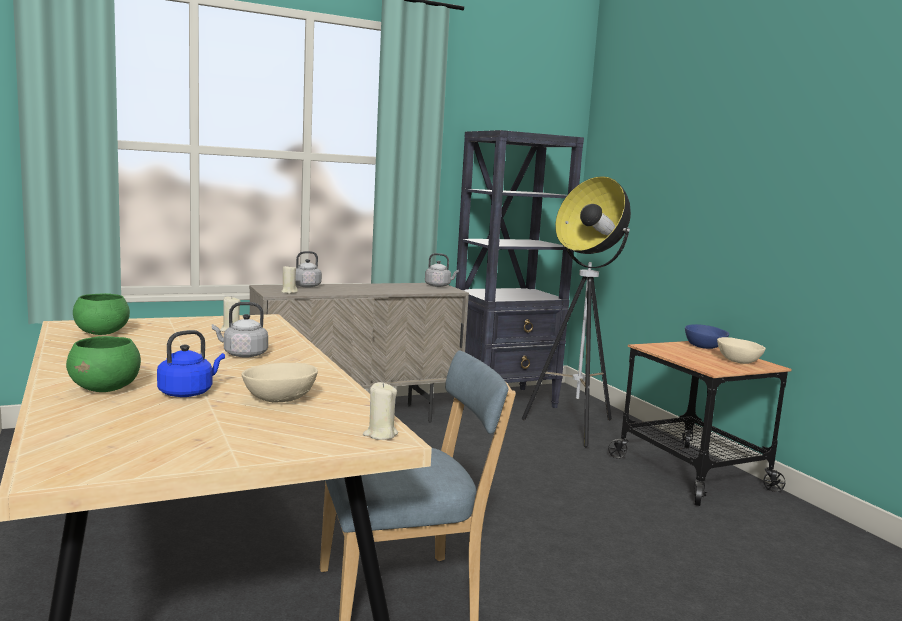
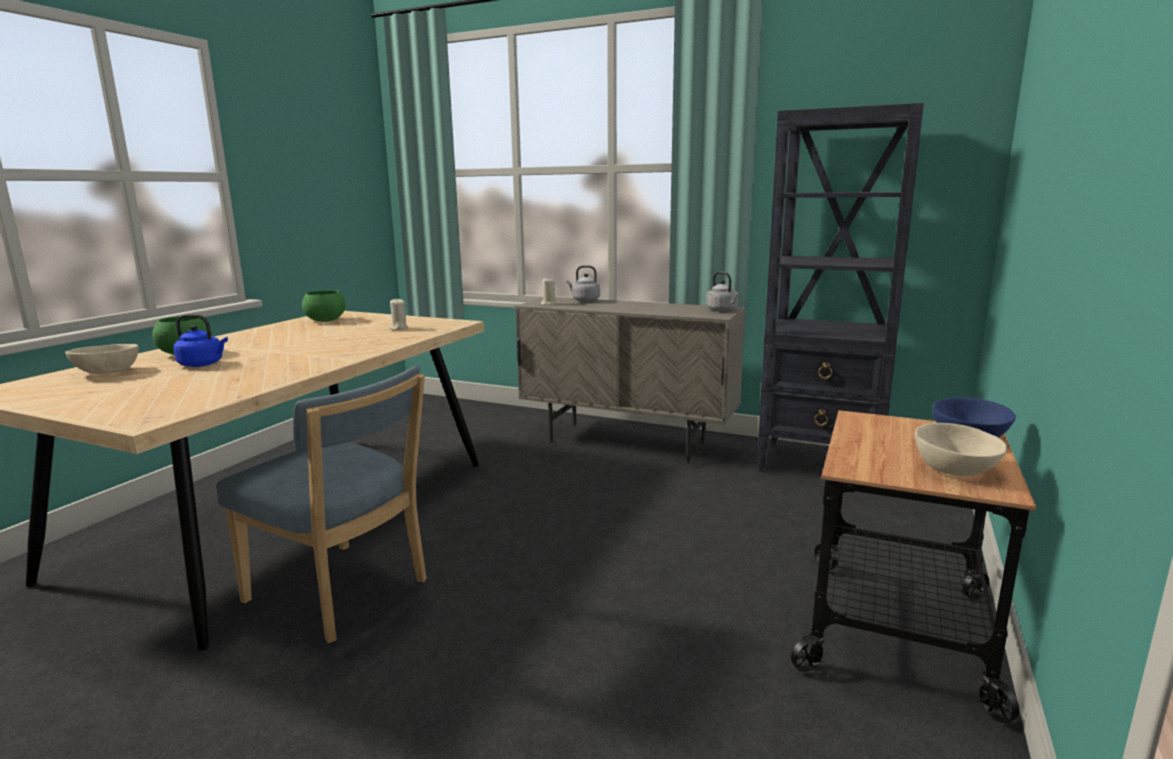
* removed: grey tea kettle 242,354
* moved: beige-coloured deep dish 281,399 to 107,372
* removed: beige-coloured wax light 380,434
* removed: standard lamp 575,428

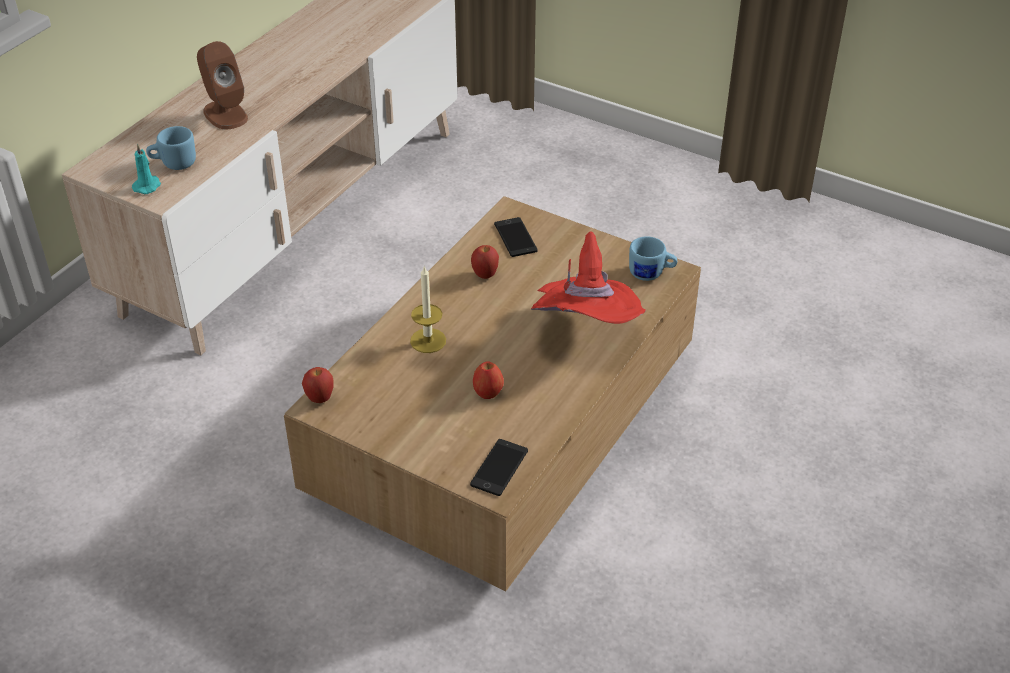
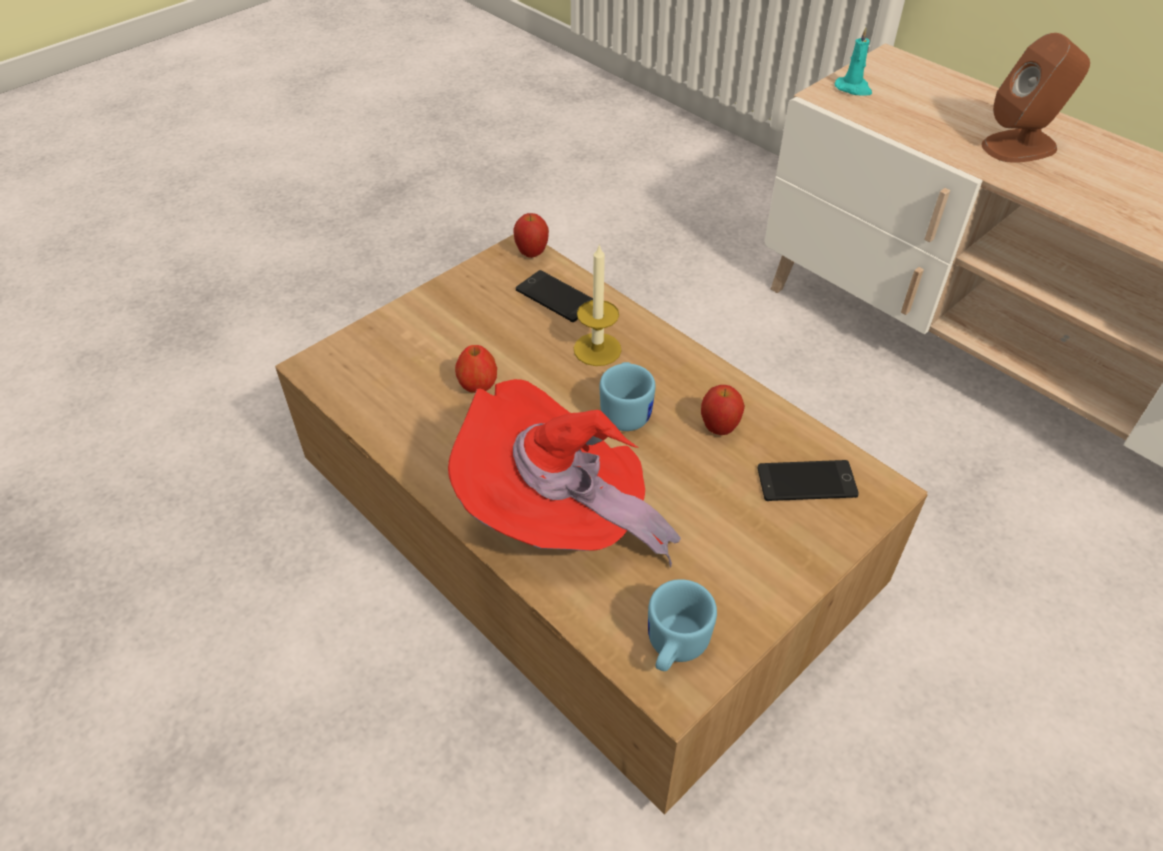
* moved: blue mug 174,163 to 626,410
* moved: telephone 499,468 to 556,297

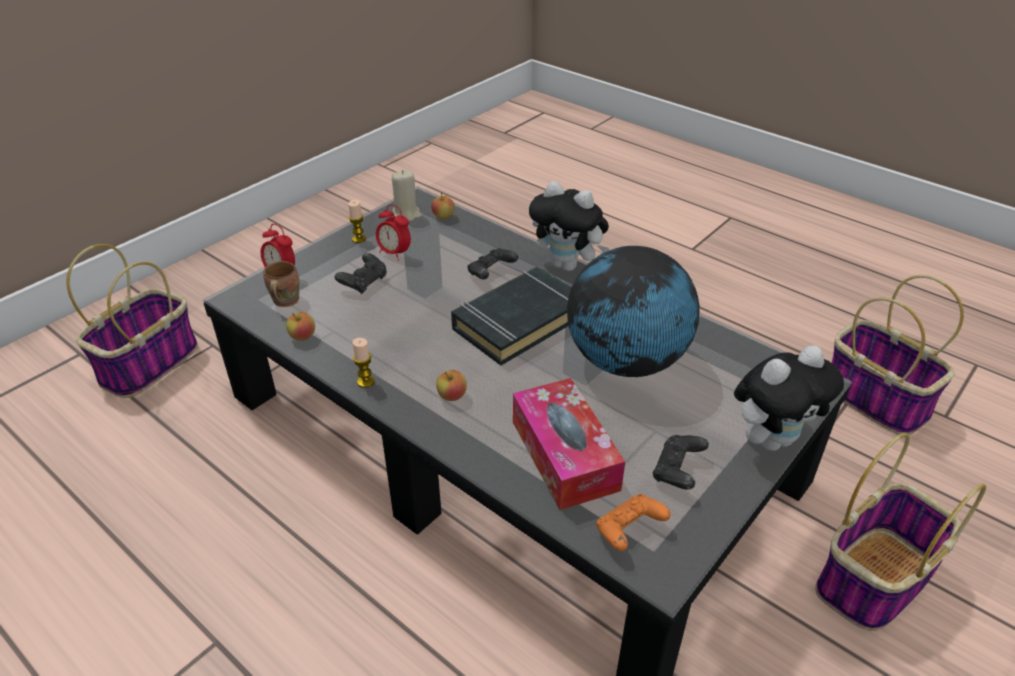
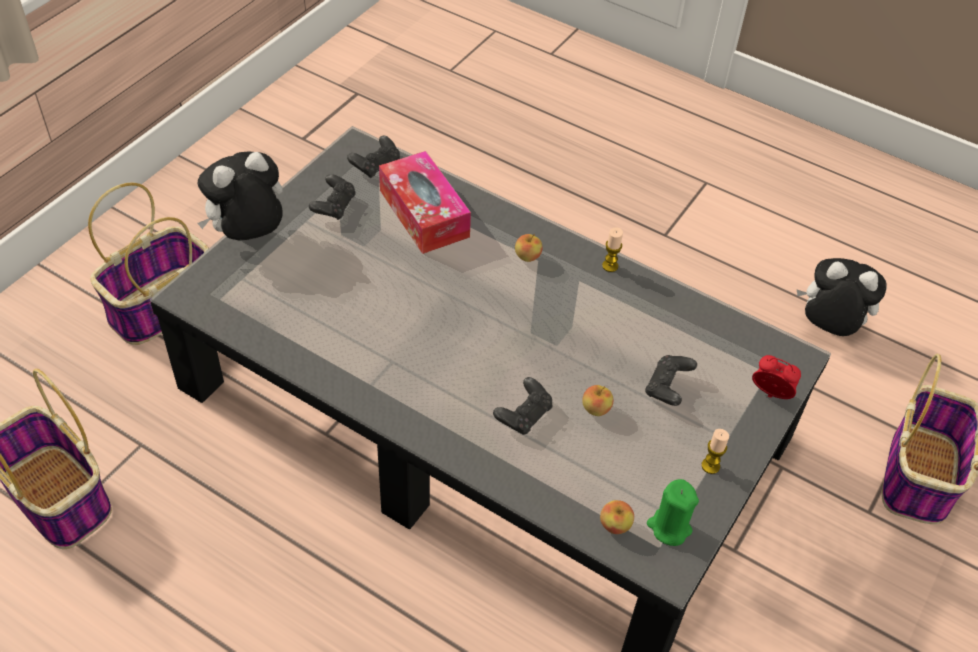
* removed: brown mug 284,301
* moved: whole apple 303,337 to 596,409
* removed: alarm clock 394,253
* recoloured: beige-coloured wax light 407,214 to green-coloured wax light 669,527
* removed: black-coloured volume 519,321
* moved: cuddly toy 568,265 to 828,328
* removed: globe 625,361
* recoloured: orange game controller 628,531 to black-coloured game controller 376,165

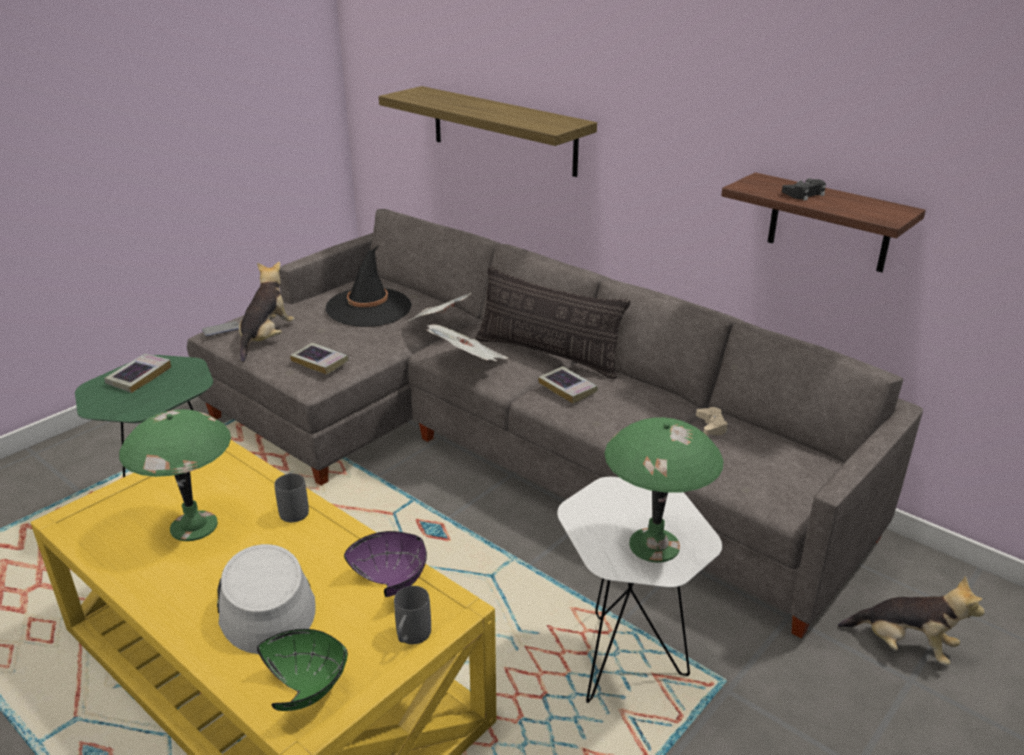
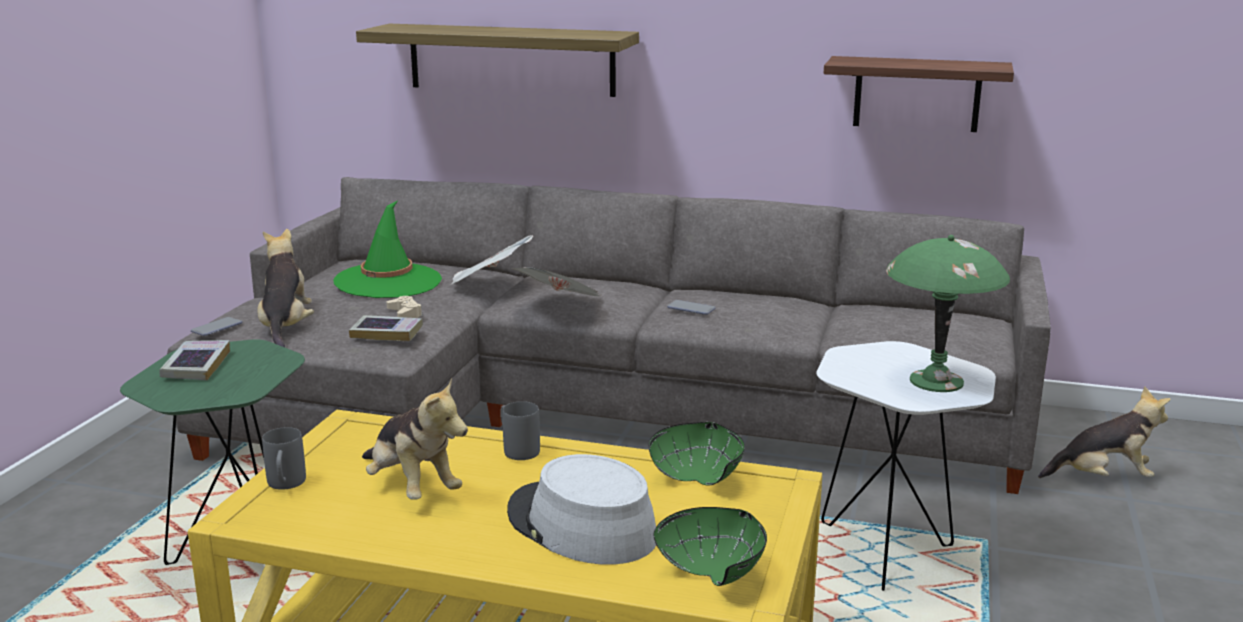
* replaced: green-coloured lamp for a table 194,525 to cuddly toy 412,487
* recoloured: black-coloured hat 369,308 to green-coloured hat 388,281
* recoloured: purple deep dish 394,579 to green-coloured deep dish 698,475
* moved: grey mug 411,638 to 285,485
* removed: pillow 548,354
* replaced: volume 567,388 to telephone 691,308
* moved: beige-coloured game controller 711,426 to 405,313
* removed: black-coloured game controller 804,194

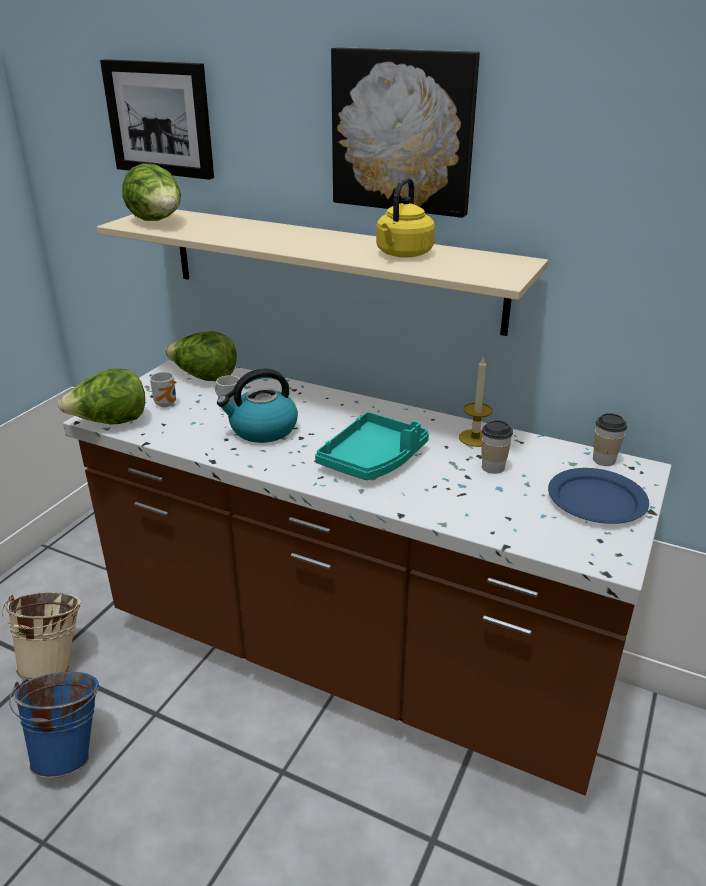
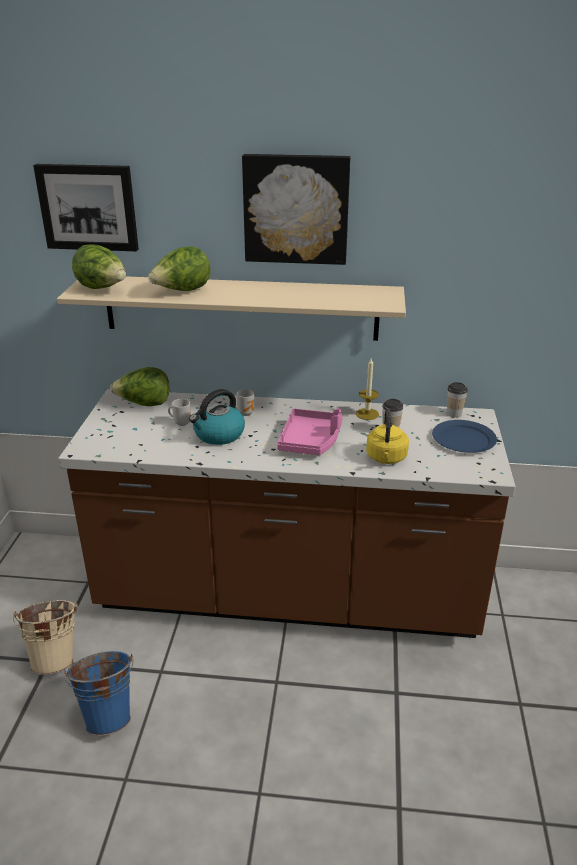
* moved: head of lettuce 110,423 to 182,291
* moved: mug 167,403 to 246,413
* recoloured: blue-green tray 373,459 to pinkish tray 310,441
* moved: yellow tea kettle 403,254 to 386,458

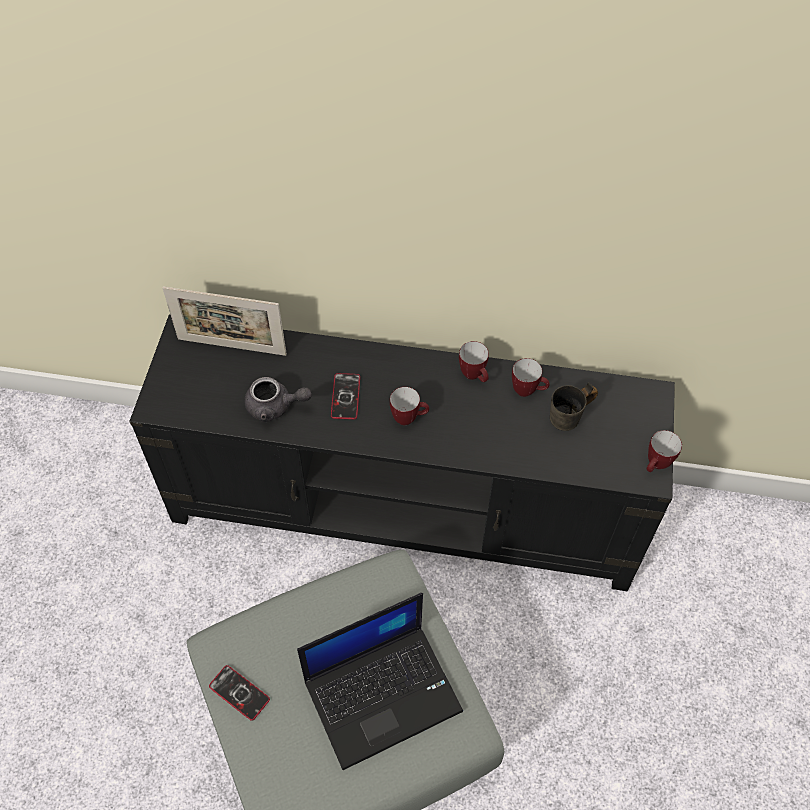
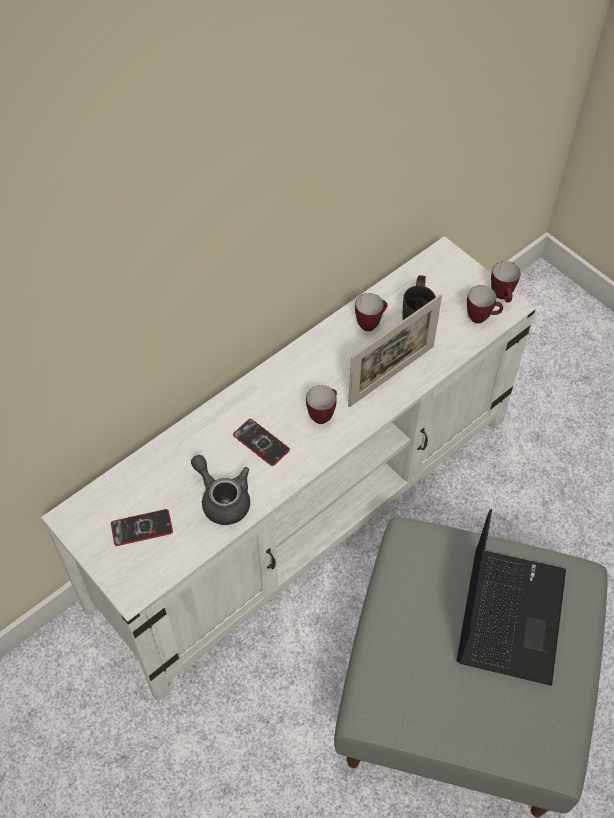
* recoloured: black-coloured media console 406,505 to white media console 306,509
* moved: photo frame 232,346 to 391,376
* moved: telephone 239,693 to 142,528
* turned: grey teapot 275,407 = 222,499 90 degrees counterclockwise
* moved: mug 474,376 to 481,318

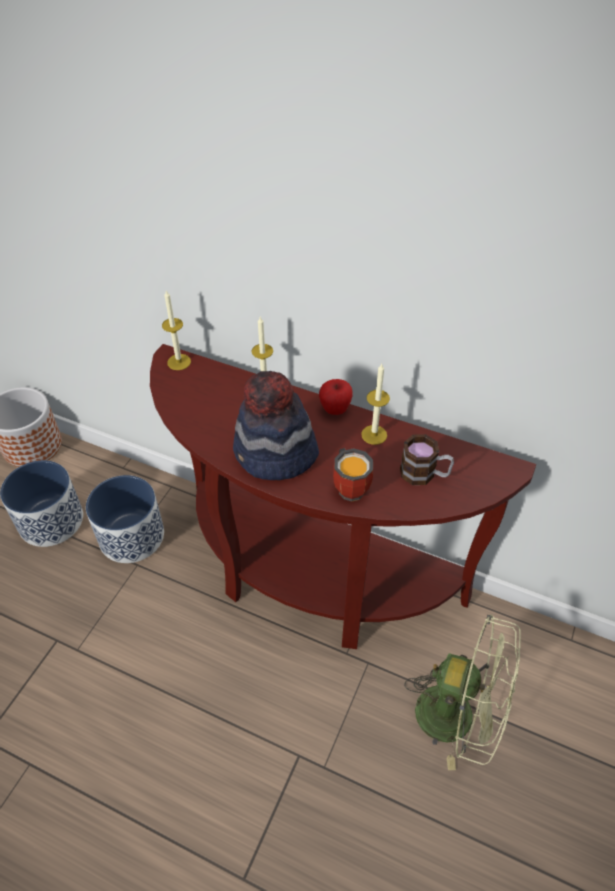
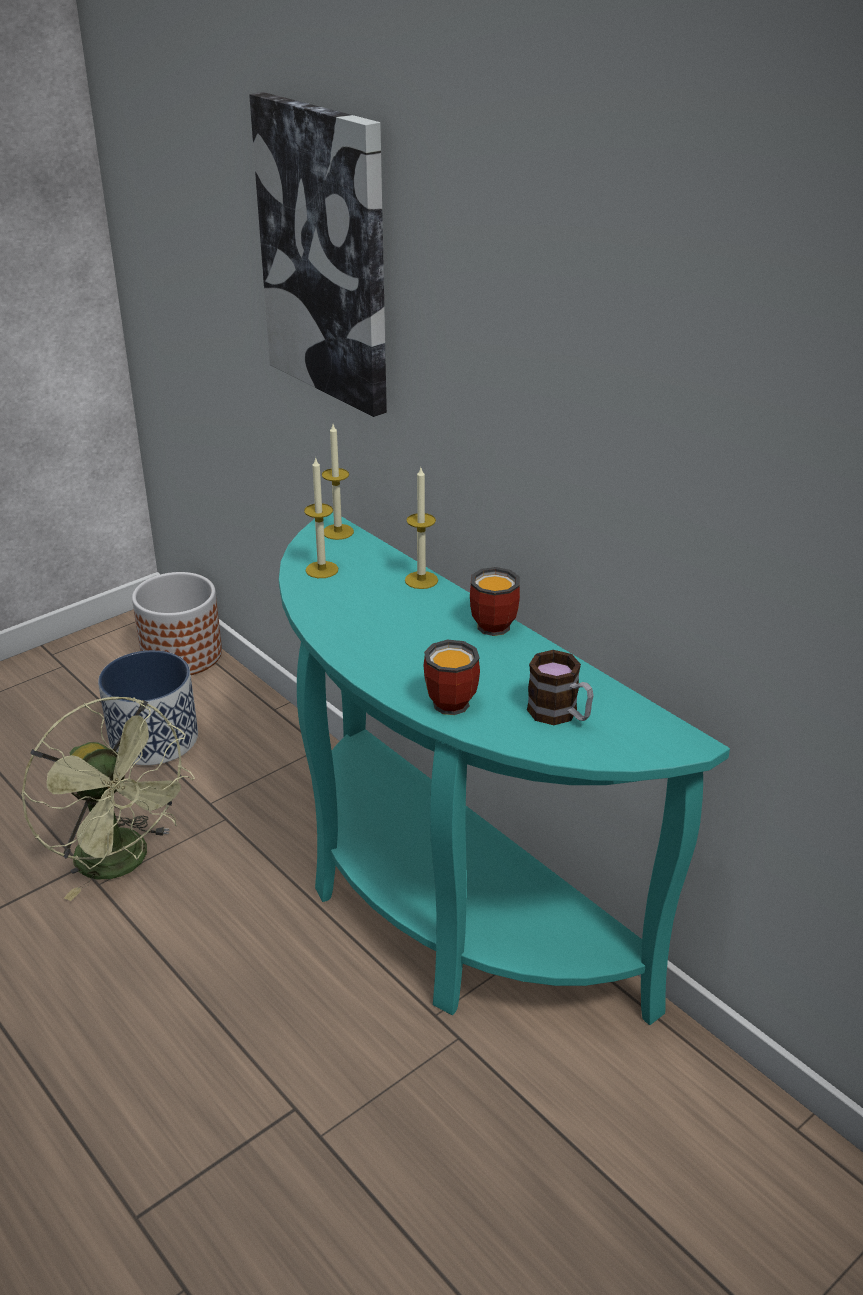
* removed: plant pot 131,536
* recoloured: brown narrow table 311,577 to blue-green narrow table 442,908
* removed: hat 275,454
* replaced: whole apple 335,410 to mug 493,622
* moved: wax light 374,435 to 322,570
* moved: green-coloured cooling fan 458,716 to 123,863
* added: wall picture 326,254

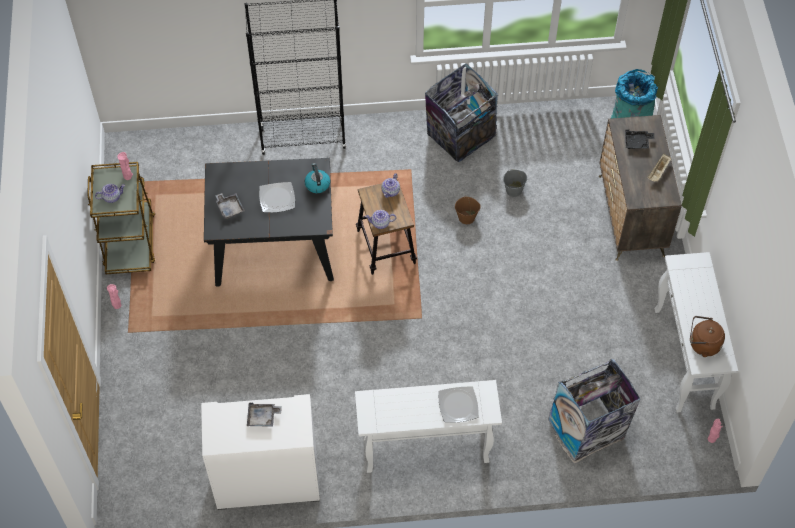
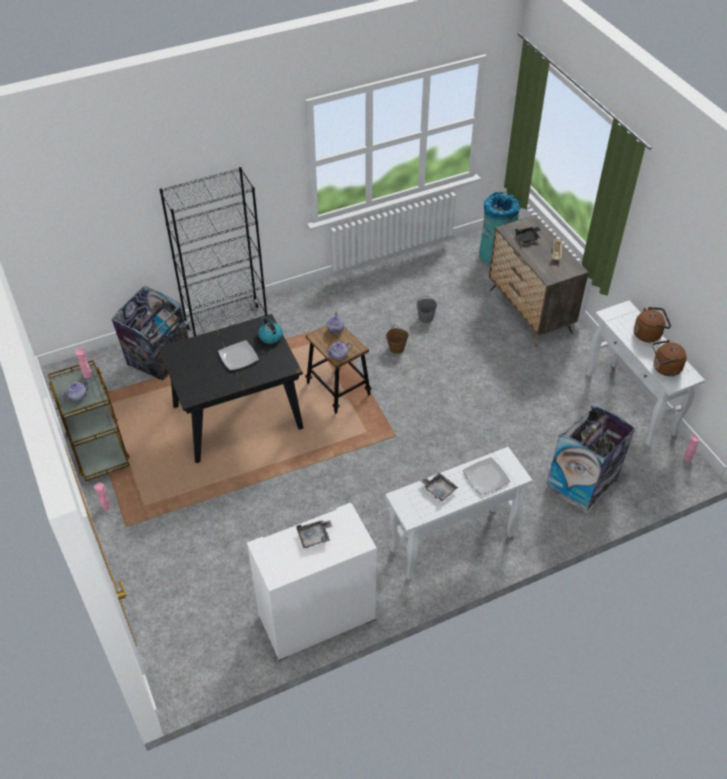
* moved: grey tray 230,208 to 438,489
* moved: waste bin 460,137 to 159,360
* added: brown tea kettle 648,334

